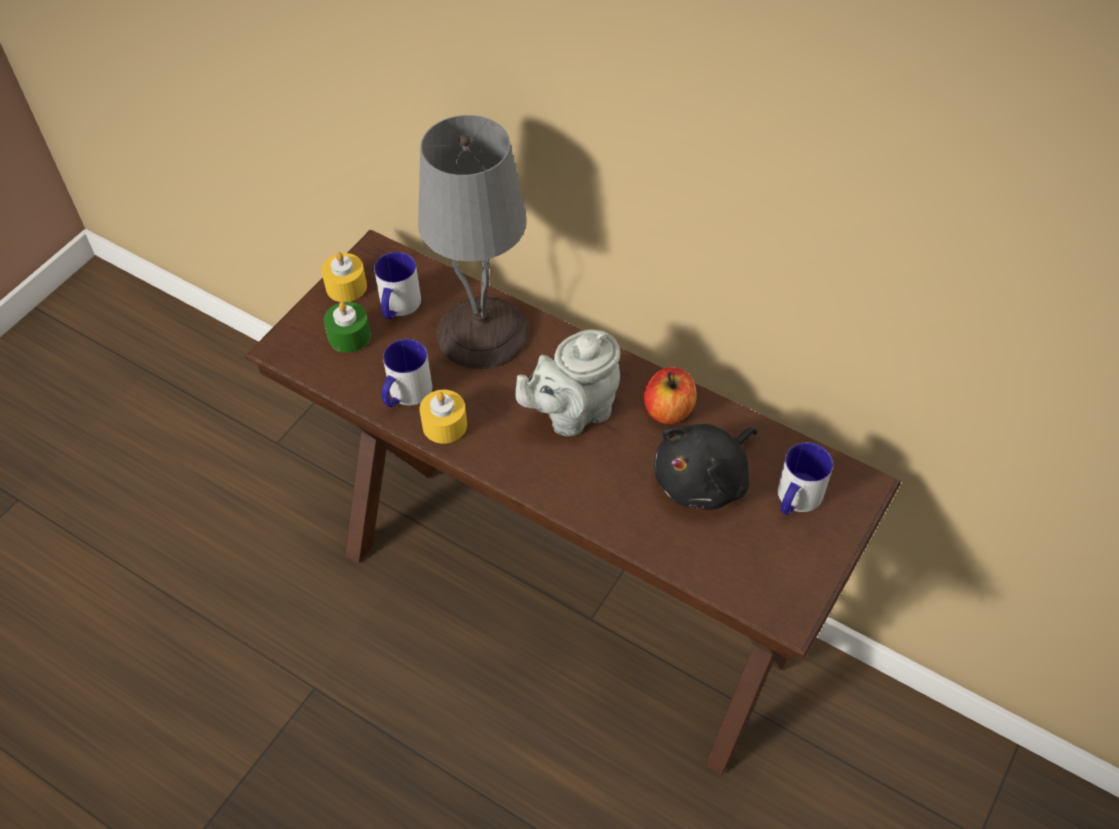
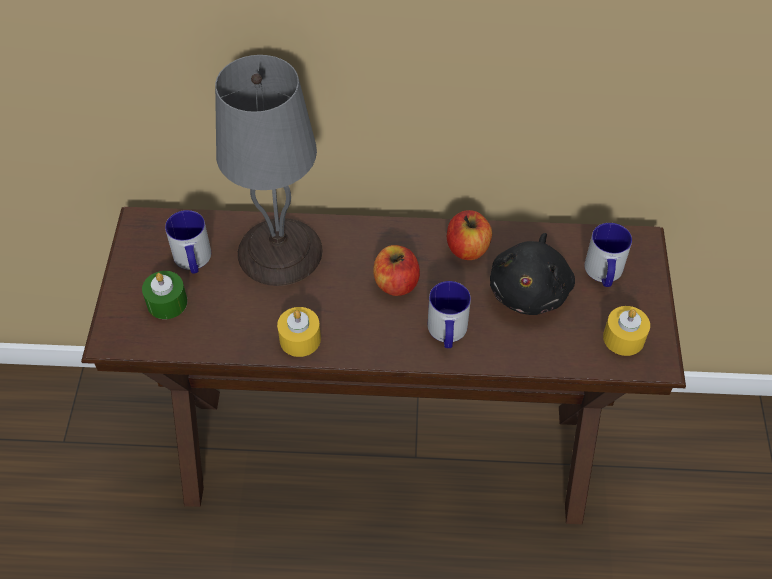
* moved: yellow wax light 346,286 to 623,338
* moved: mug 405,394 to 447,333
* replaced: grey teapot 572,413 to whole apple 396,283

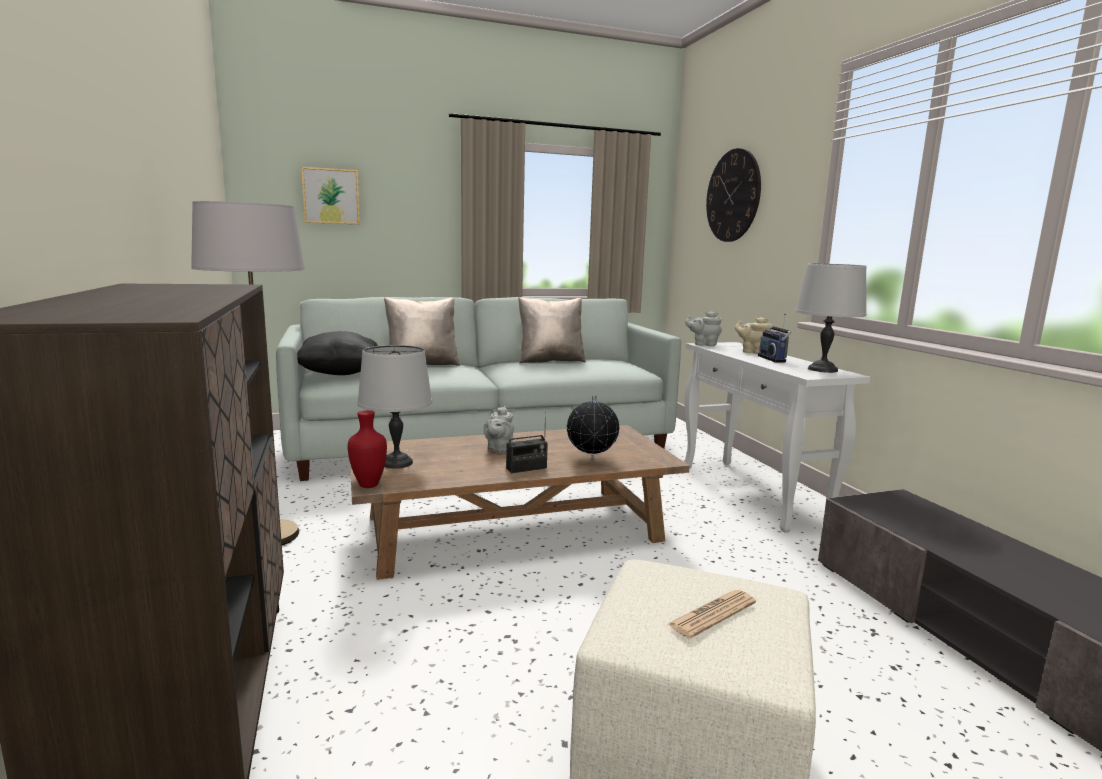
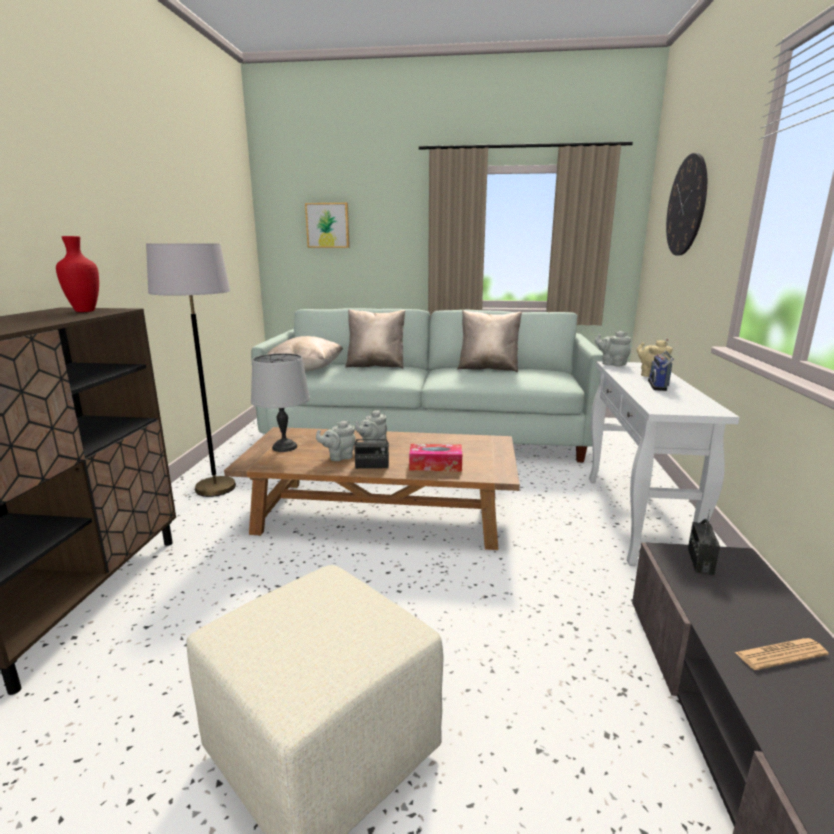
* recoloured: black-coloured pillow 340,373 to beige-coloured pillow 306,369
* moved: red-coloured vase 368,485 to 84,311
* replaced: globe 591,459 to tissue box 435,465
* moved: printed paper 712,614 to 780,654
* removed: grey lamp for a table 823,369
* added: grey teapot 339,457
* added: radio receiver 700,561

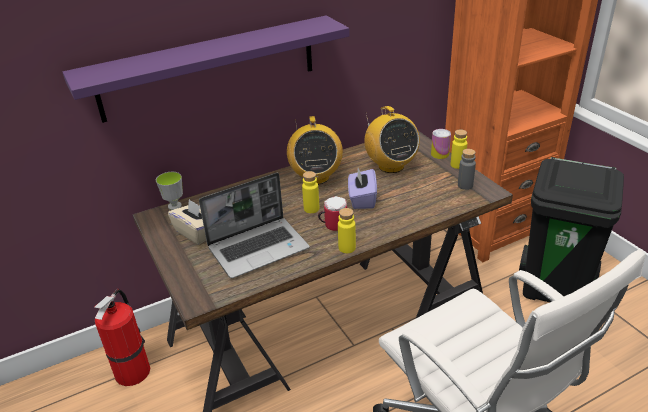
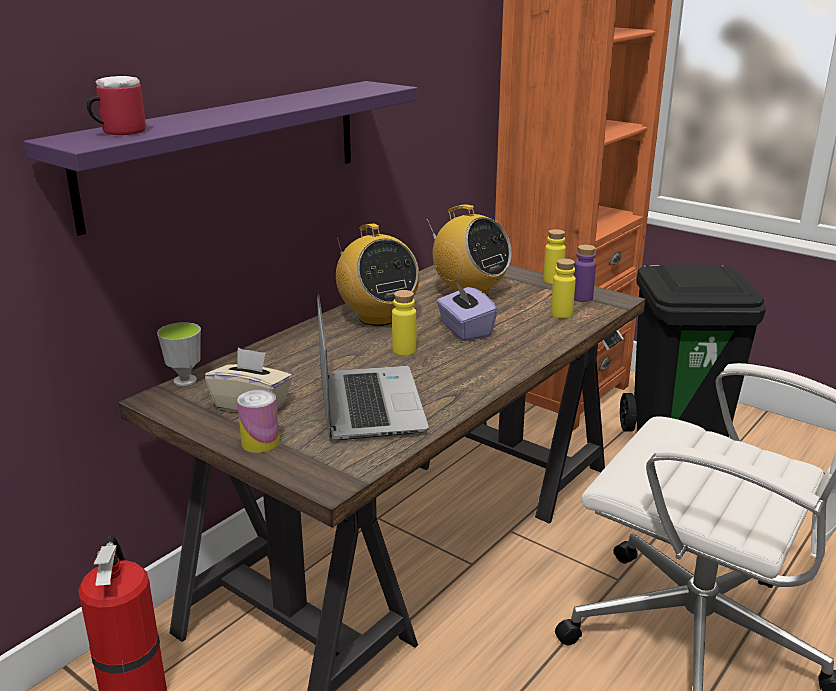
* turned: laptop 259,248 = 368,404 45 degrees counterclockwise
* moved: mug 332,225 to 118,132
* moved: yellow beverage bottle 347,248 to 561,314
* moved: sealed can 440,154 to 260,442
* recoloured: grey beverage bottle 465,185 to purple beverage bottle 582,298

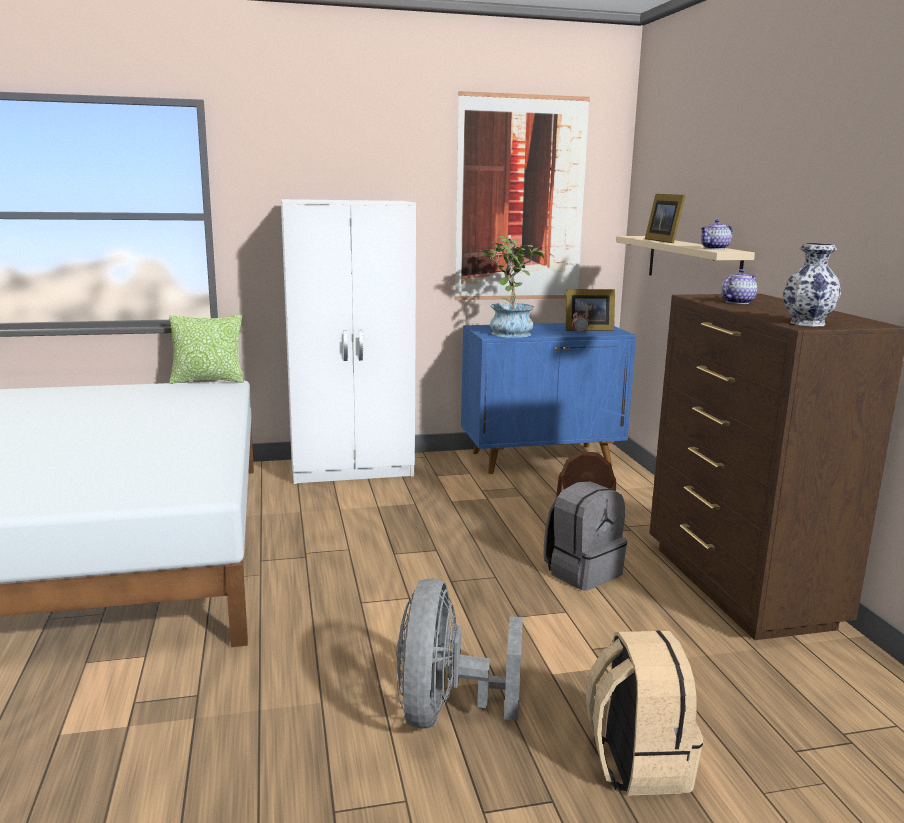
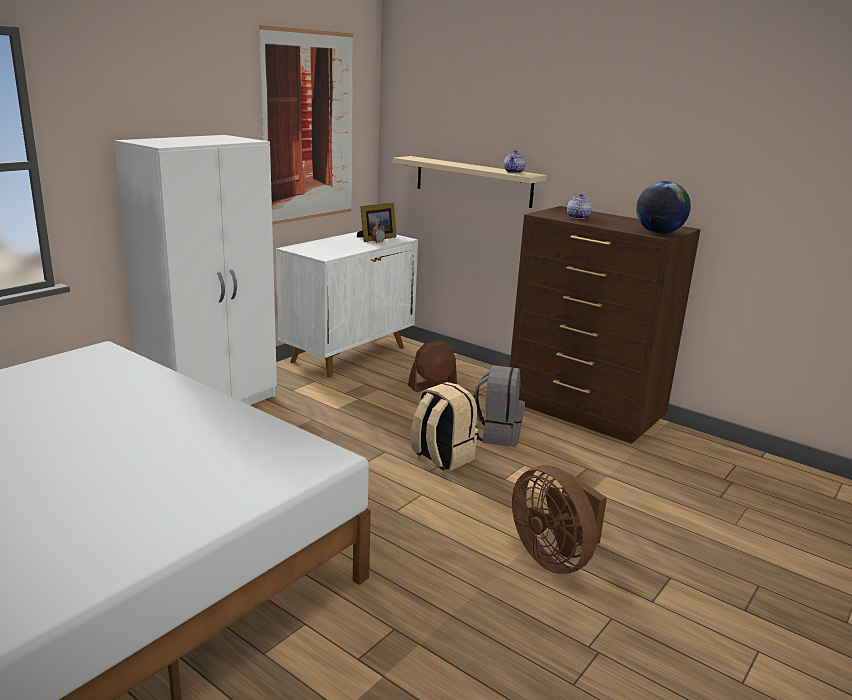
* removed: pillow 208,380
* recoloured: grey cooling fan 446,711 to brown cooling fan 554,557
* recoloured: blue cabinet 542,459 to white cabinet 349,354
* removed: potted plant 509,332
* moved: beige-coloured knapsack 636,762 to 441,457
* removed: photo frame 664,241
* replaced: vase 806,323 to globe 658,233

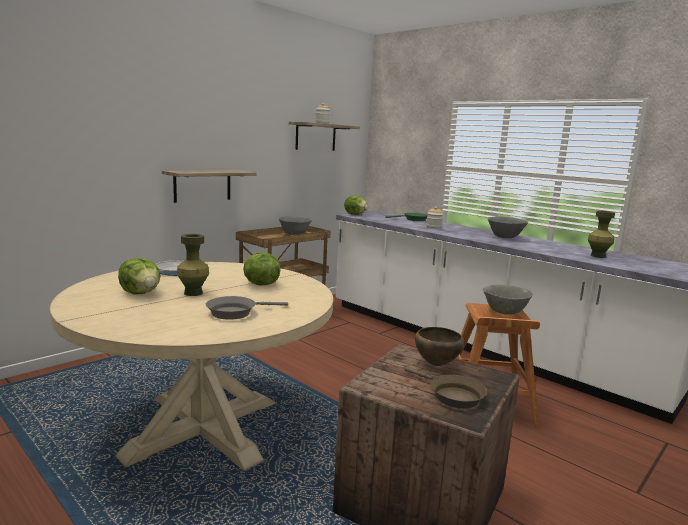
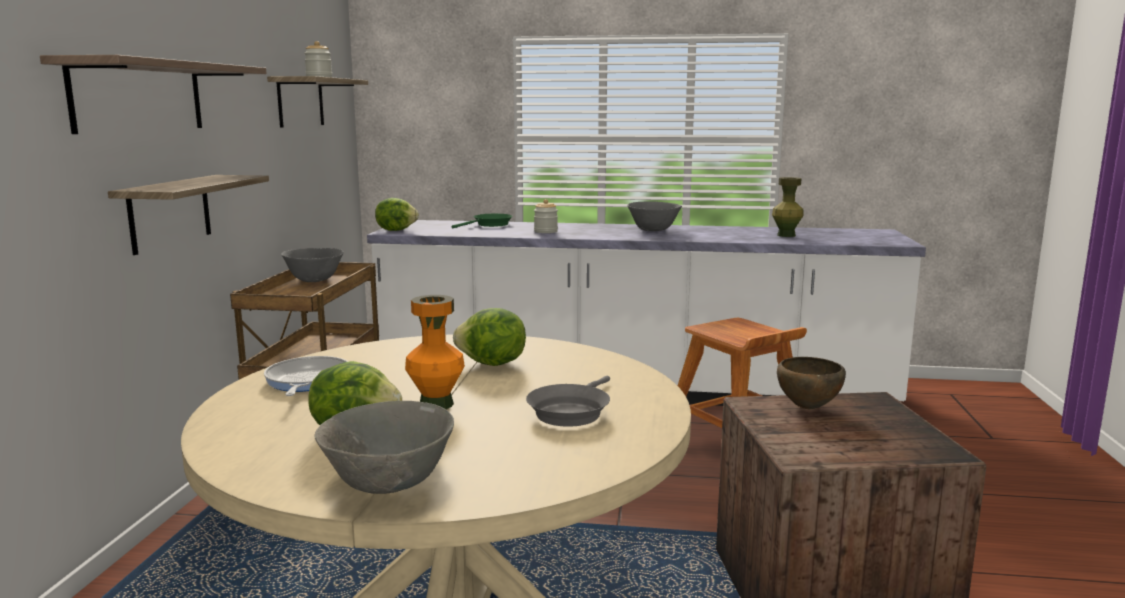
* recoloured: green-coloured vase 193,293 to orange vase 437,404
* removed: brown skillet 452,396
* moved: grey deep dish 505,313 to 389,485
* added: shelf 139,96

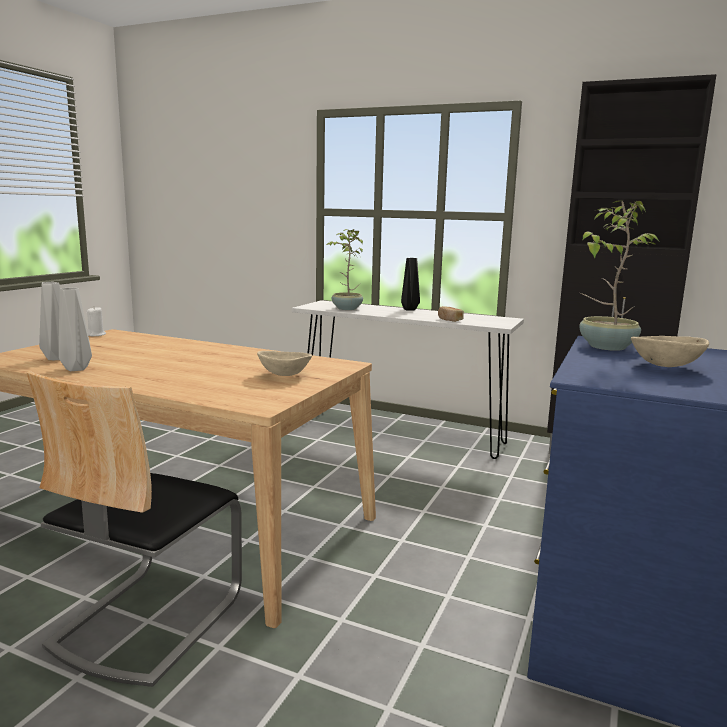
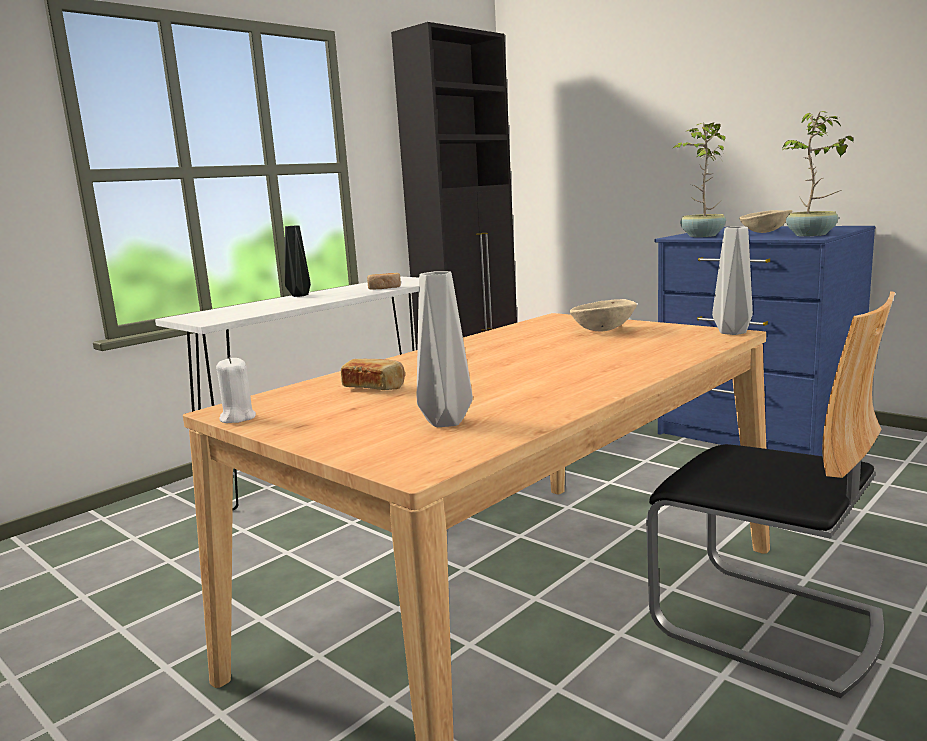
* moved: grey vase 77,368 to 730,332
* moved: potted plant 346,309 to 812,235
* added: bread 374,387

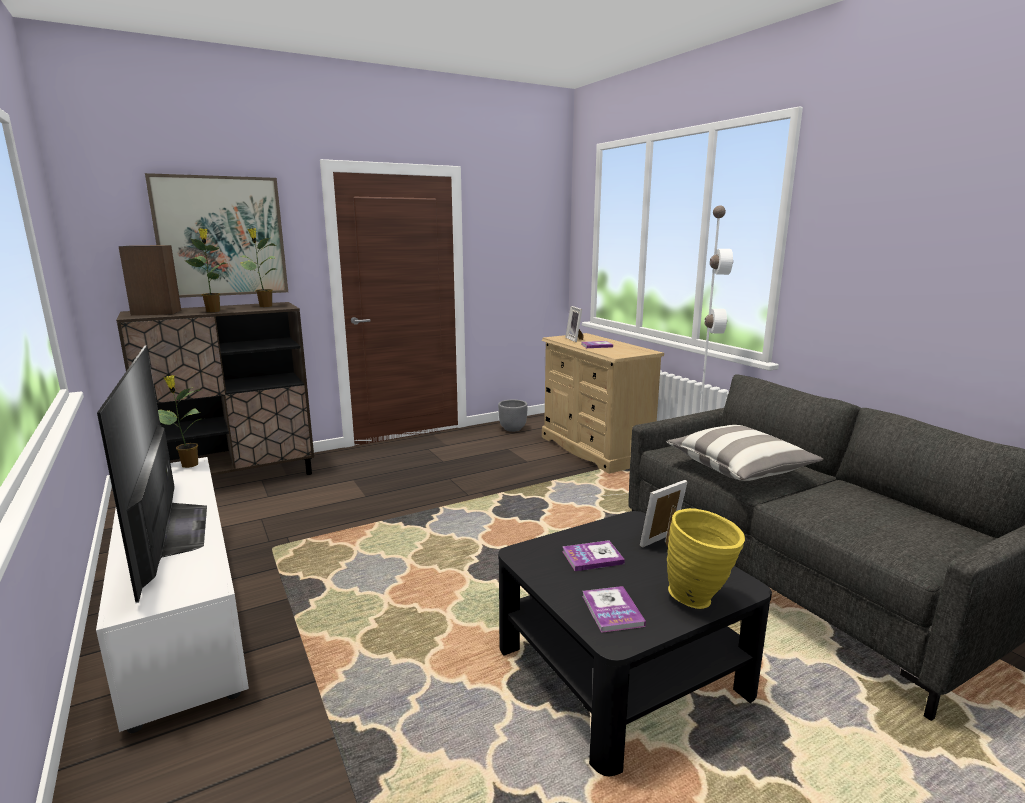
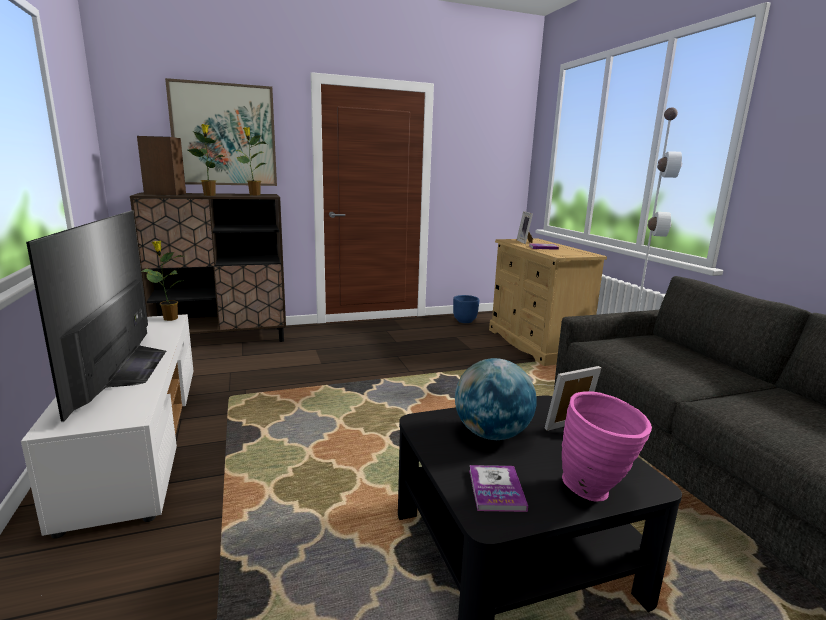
* recoloured: grey plant pot 512,429 to blue plant pot 464,321
* replaced: volume 592,557 to globe 492,434
* removed: pillow 739,468
* recoloured: yellow vase 700,599 to pinkish vase 597,491

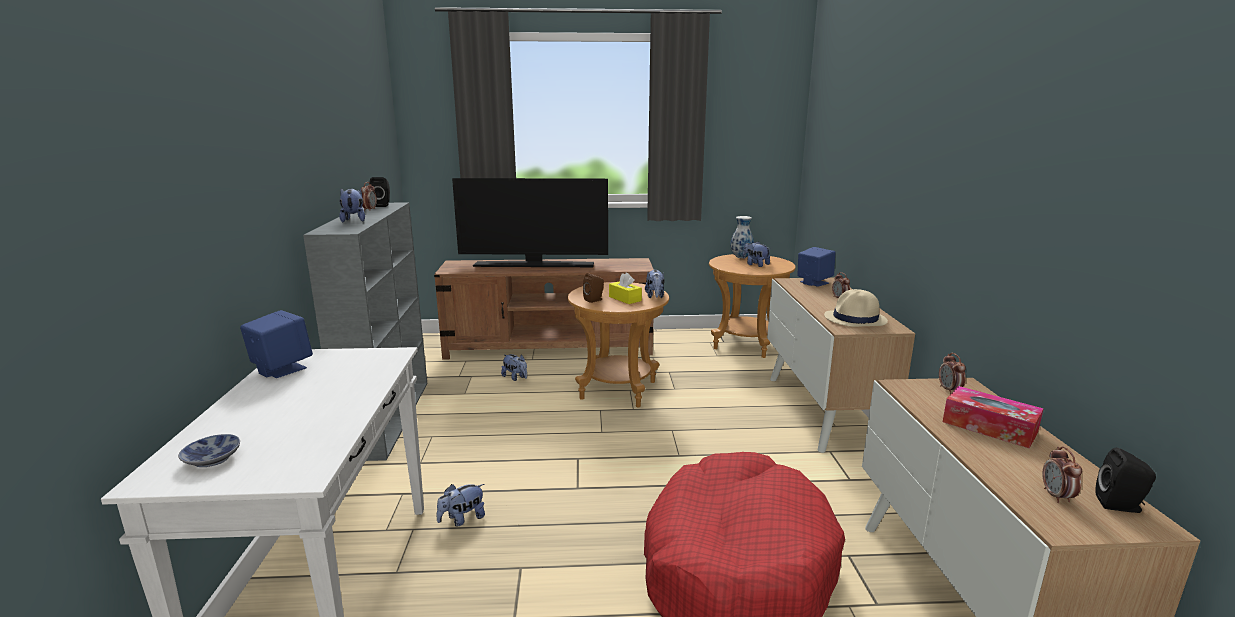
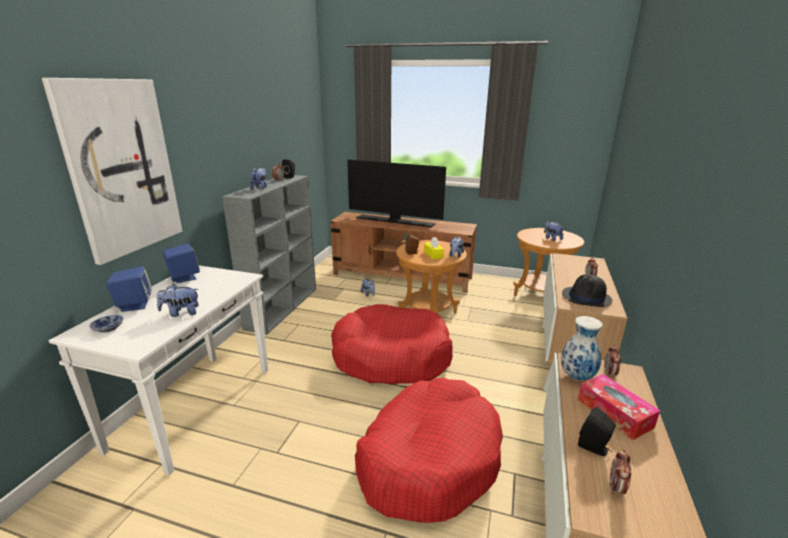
* moved: cuddly toy 462,519 to 181,313
* moved: vase 741,257 to 577,377
* moved: blue loudspeaker 813,282 to 134,305
* recoloured: beige-coloured hat 855,319 to black-coloured hat 586,297
* moved: black-coloured loudspeaker 1121,506 to 594,448
* added: wall picture 121,168
* added: red-coloured dog bed 391,357

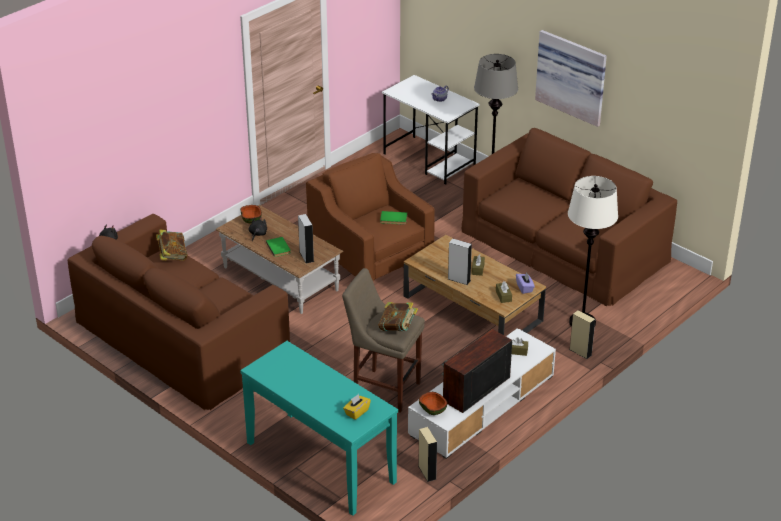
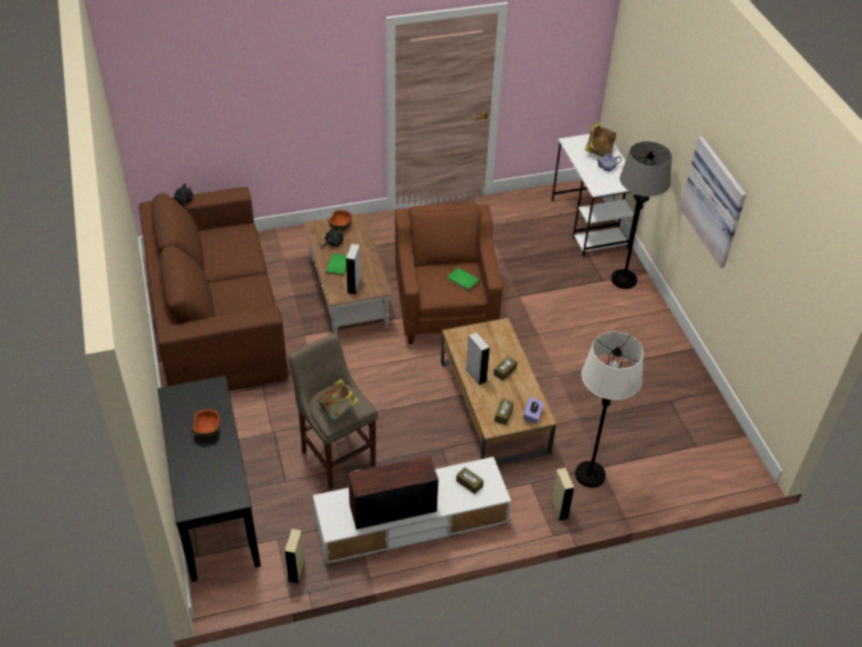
* moved: volume 172,256 to 599,151
* recoloured: blue-green narrow table 320,462 to black-coloured narrow table 214,507
* removed: yellow tissue box 356,412
* moved: deep dish 432,410 to 207,429
* removed: brown couch 564,245

